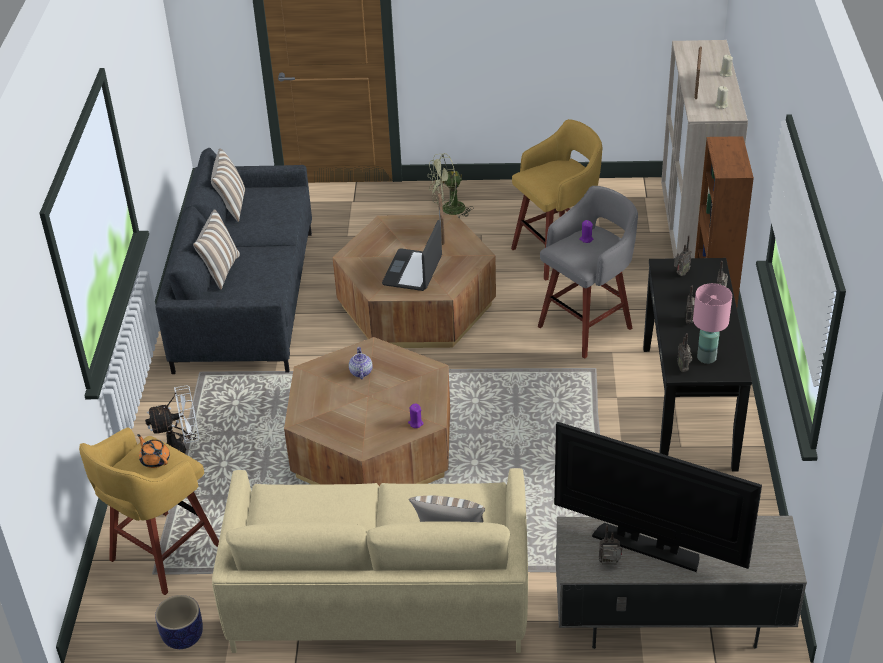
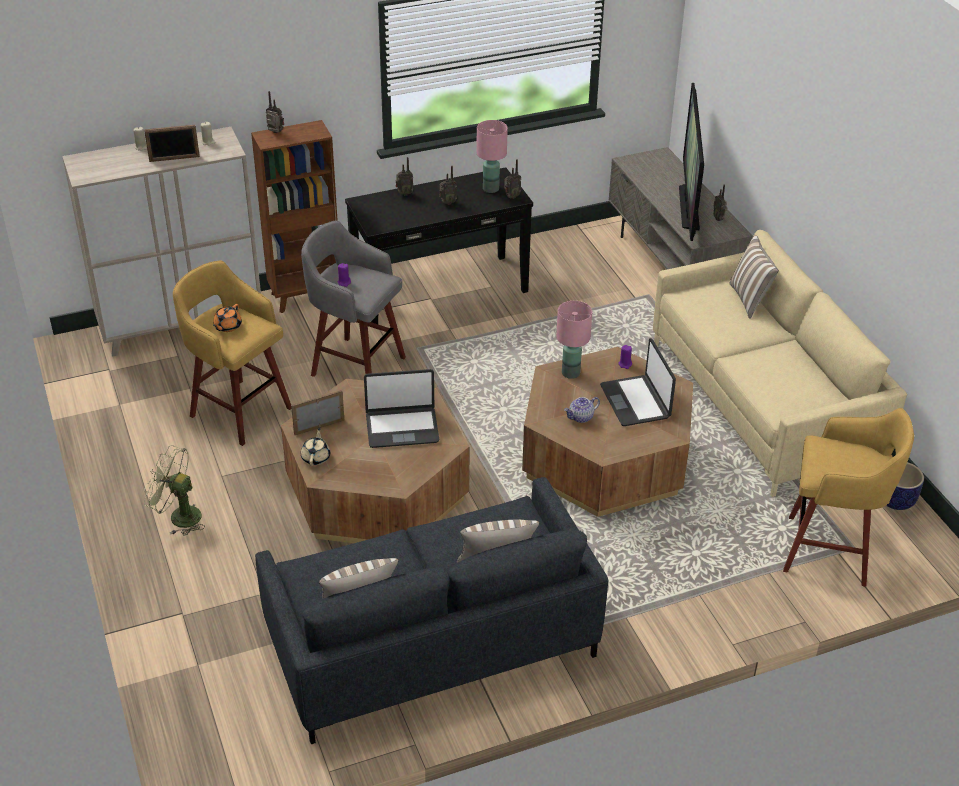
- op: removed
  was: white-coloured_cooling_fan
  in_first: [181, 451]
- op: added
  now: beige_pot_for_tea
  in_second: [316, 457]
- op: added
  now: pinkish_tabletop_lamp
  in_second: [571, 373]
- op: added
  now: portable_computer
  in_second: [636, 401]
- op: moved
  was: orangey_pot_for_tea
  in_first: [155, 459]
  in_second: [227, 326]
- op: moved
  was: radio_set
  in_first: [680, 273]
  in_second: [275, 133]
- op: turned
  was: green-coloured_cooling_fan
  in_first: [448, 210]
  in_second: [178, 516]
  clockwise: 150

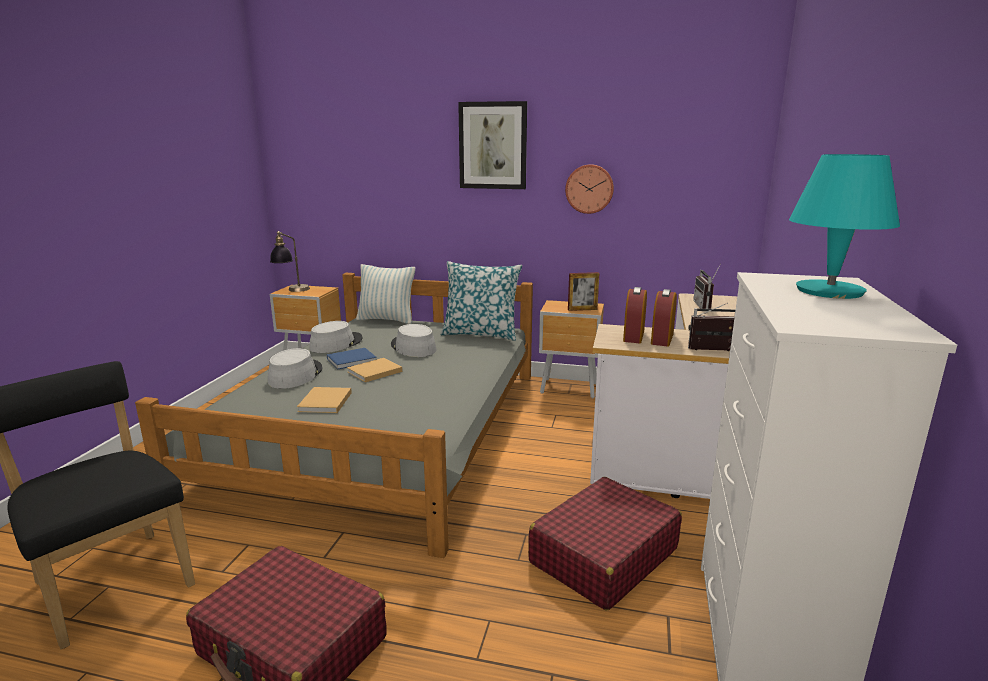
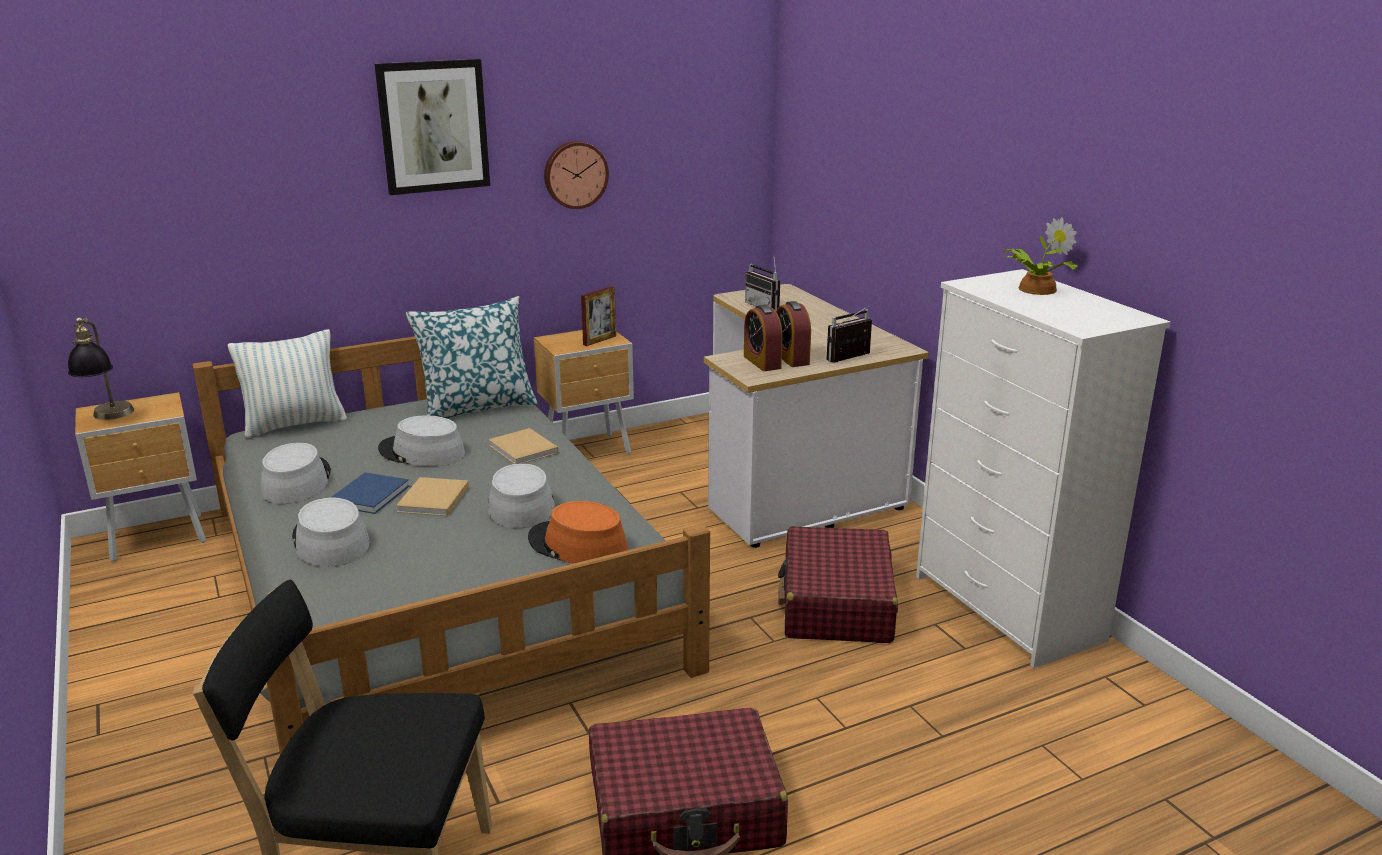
- op: added
  now: greyish_wearable_hat
  in_second: [520, 504]
- op: added
  now: orangey_wearable_hat
  in_second: [577, 545]
- op: moved
  was: beige_book
  in_first: [324, 403]
  in_second: [524, 450]
- op: replaced
  was: turquoise_tabletop_lamp
  now: plant_in_a_pot
  in_first: [829, 291]
  in_second: [1034, 289]

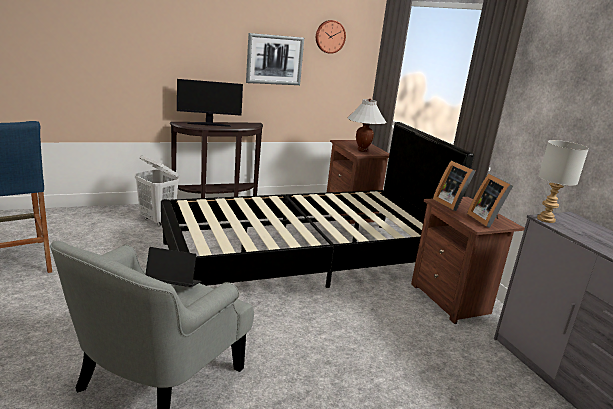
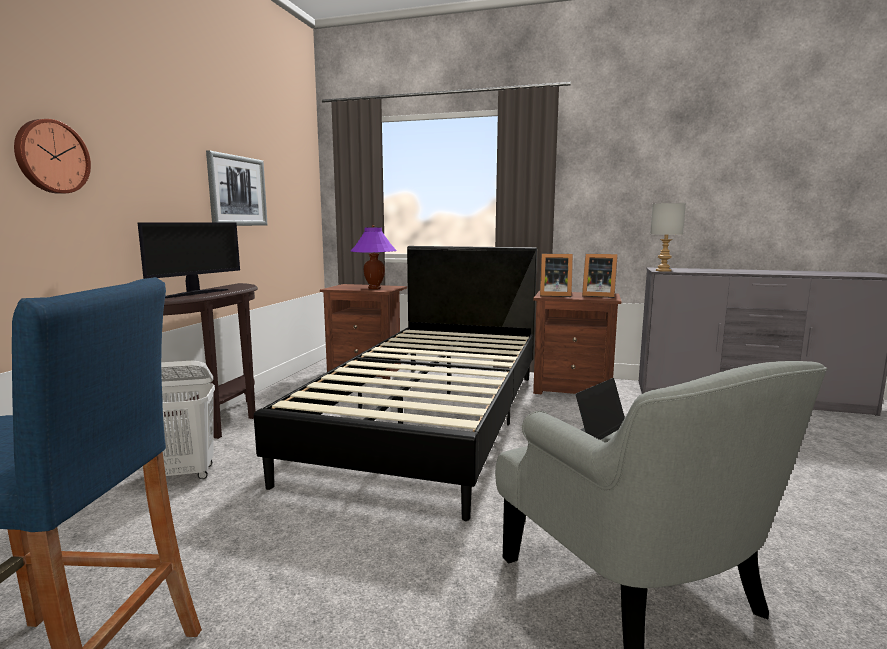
- op: moved
  was: clock_on_the_wall
  in_first: [330, 36]
  in_second: [51, 157]
- op: recoloured
  was: white-coloured_tabletop_lamp
  now: purplish_tabletop_lamp
  in_first: [362, 150]
  in_second: [374, 288]

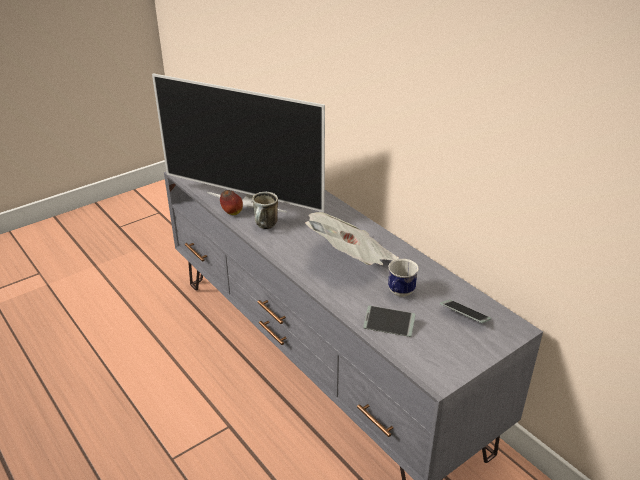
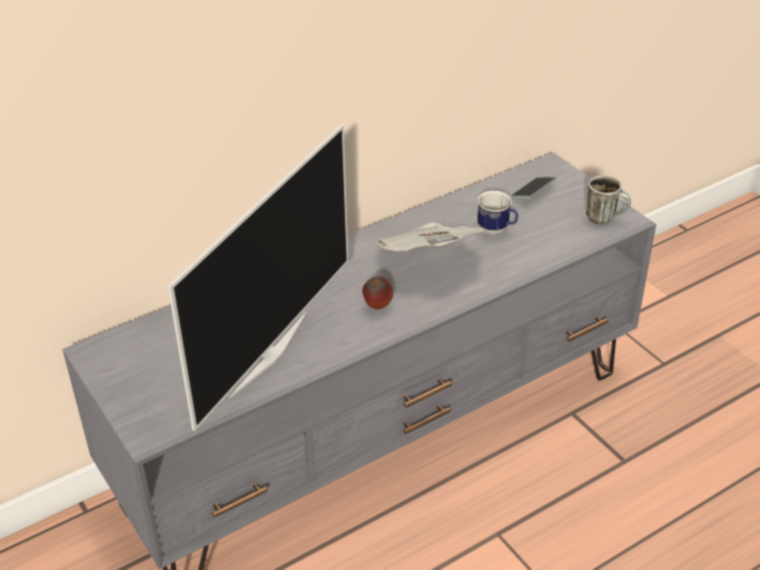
- op: removed
  was: phone
  in_first: [389, 325]
- op: moved
  was: apple_fruit
  in_first: [232, 213]
  in_second: [377, 307]
- op: moved
  was: coffee_mug
  in_first: [265, 227]
  in_second: [605, 218]

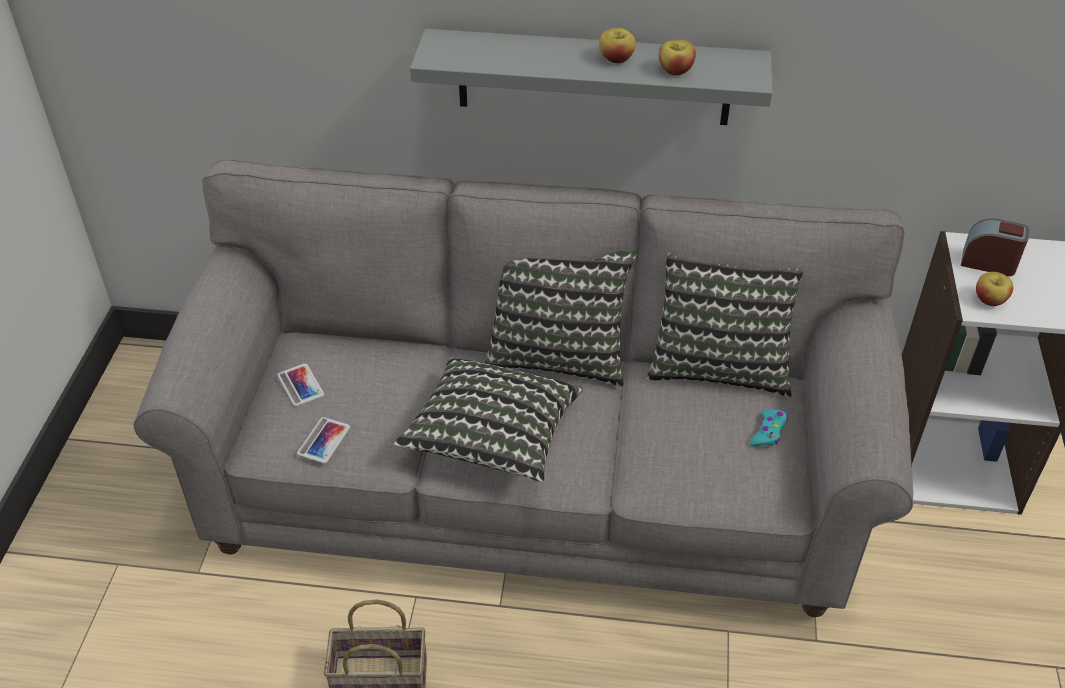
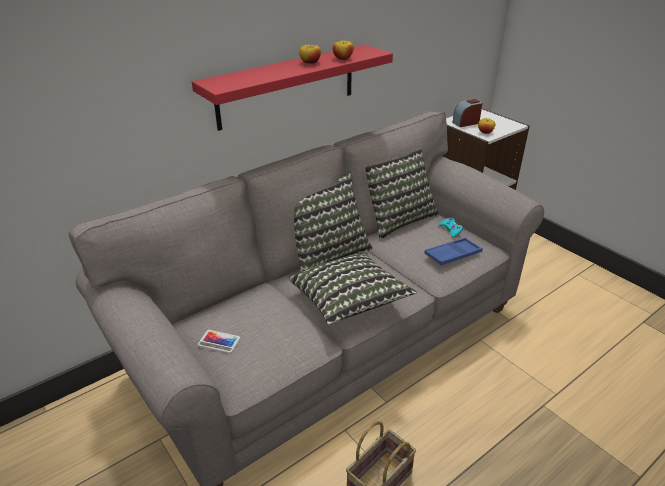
- op: removed
  was: phone
  in_first: [324, 440]
- op: added
  now: bluish_serving_tray
  in_second: [453, 255]
- op: recoloured
  was: greyish_shelf
  now: red_shelf
  in_first: [594, 77]
  in_second: [287, 86]

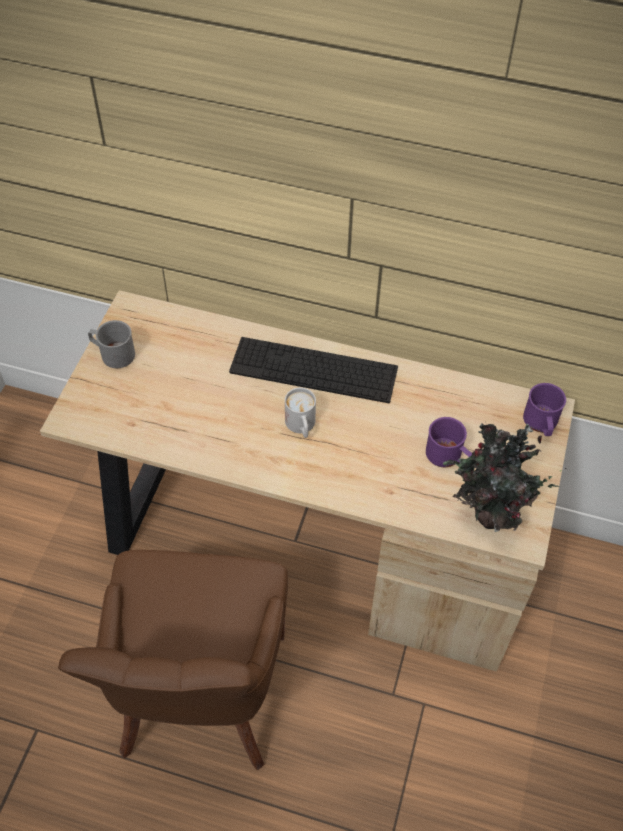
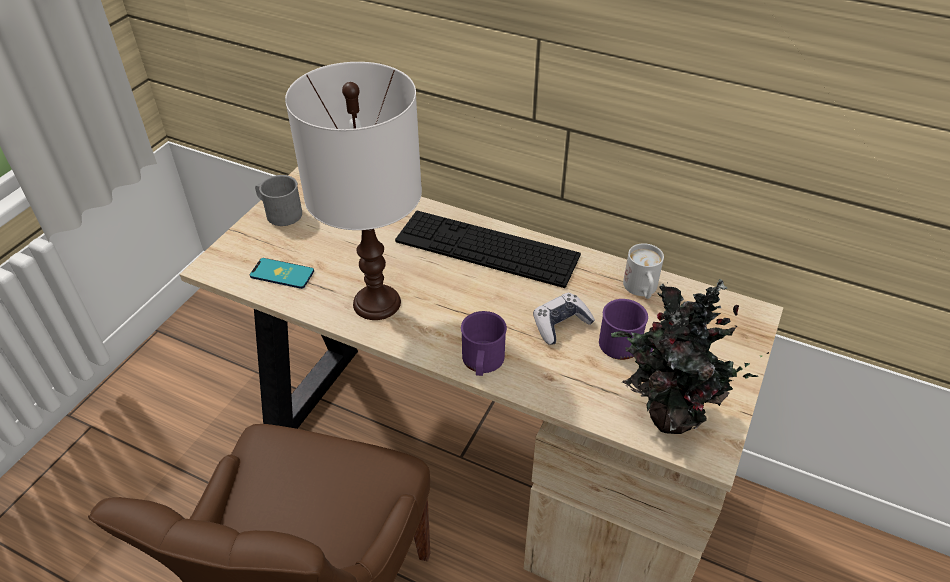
- op: added
  now: phone
  in_second: [282, 274]
- op: added
  now: white-coloured_tabletop_lamp
  in_second: [378, 302]
- op: added
  now: joypad
  in_second: [560, 324]
- op: moved
  was: white-coloured_coffee_mug
  in_first: [301, 427]
  in_second: [641, 290]
- op: moved
  was: purplish_coffee_mug
  in_first: [541, 423]
  in_second: [482, 363]

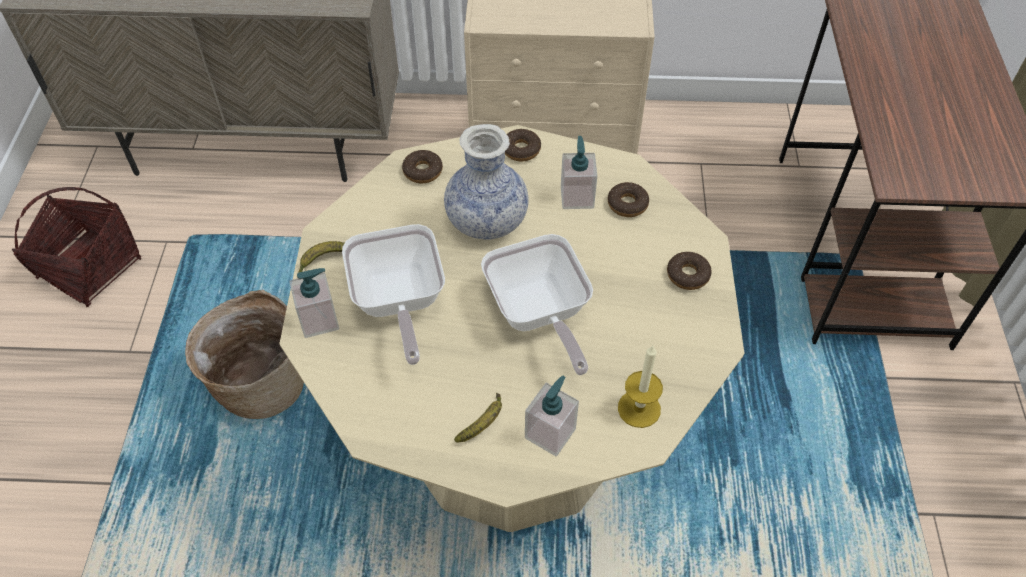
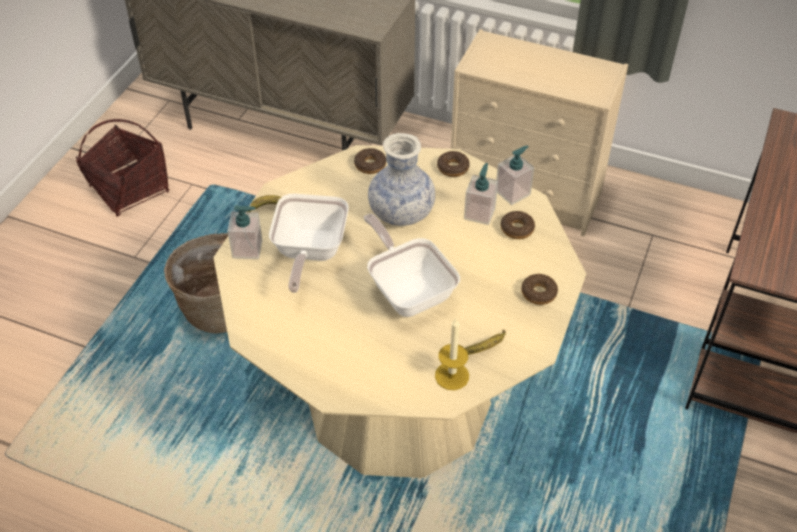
- op: moved
  was: banana_fruit
  in_first: [483, 423]
  in_second: [486, 347]
- op: moved
  was: soap_bottle
  in_first: [550, 433]
  in_second: [513, 193]
- op: turned
  was: skillet
  in_first: [539, 315]
  in_second: [408, 290]
  clockwise: 150

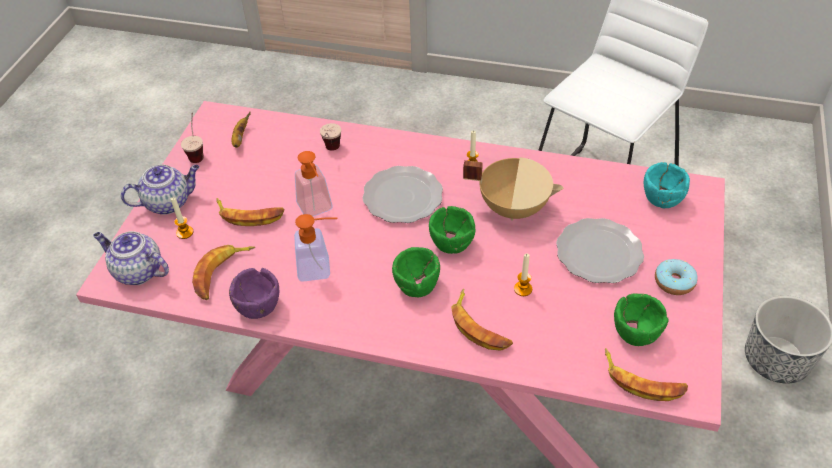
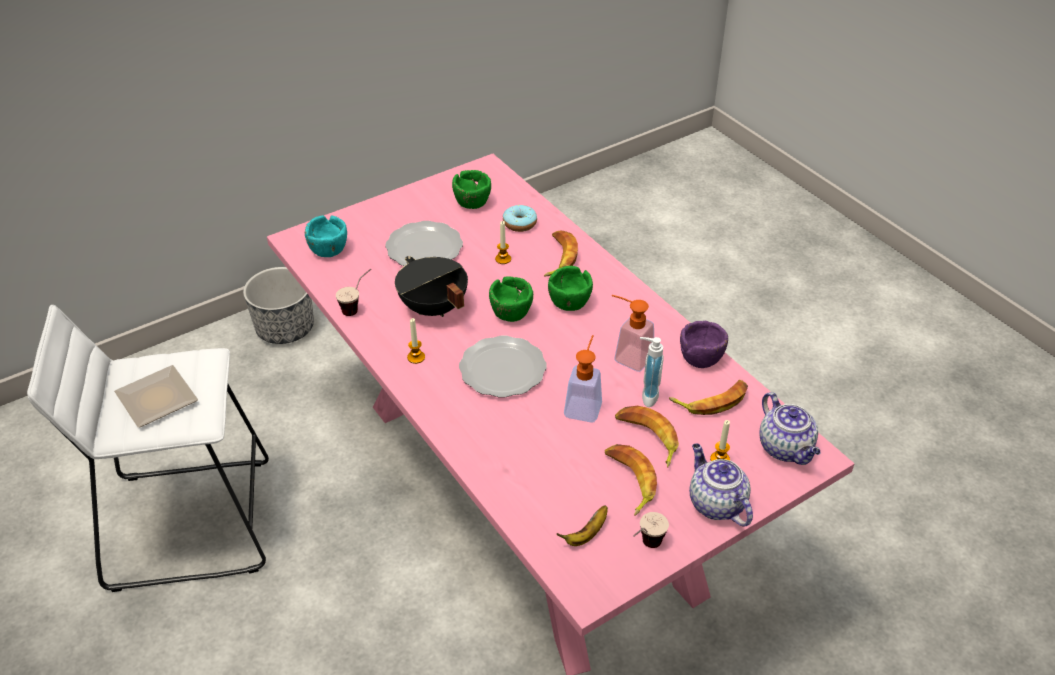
- op: added
  now: flat_dish
  in_second: [160, 399]
- op: added
  now: soap_bottle
  in_second: [646, 395]
- op: moved
  was: drinking_cup
  in_first: [331, 152]
  in_second: [357, 307]
- op: moved
  was: banana_fruit
  in_first: [642, 381]
  in_second: [629, 481]
- op: moved
  was: doughnut
  in_first: [674, 282]
  in_second: [519, 224]
- op: recoloured
  was: beige_stockpot
  now: black_stockpot
  in_first: [513, 207]
  in_second: [432, 308]
- op: turned
  was: pot_for_tea
  in_first: [169, 202]
  in_second: [715, 503]
  clockwise: 45

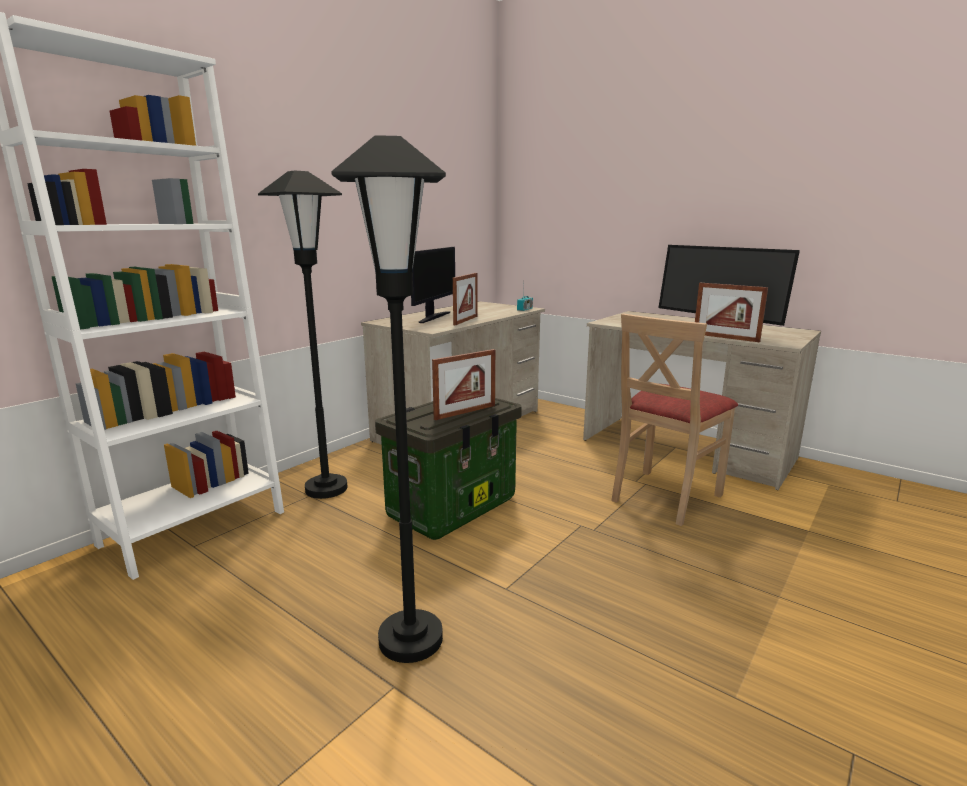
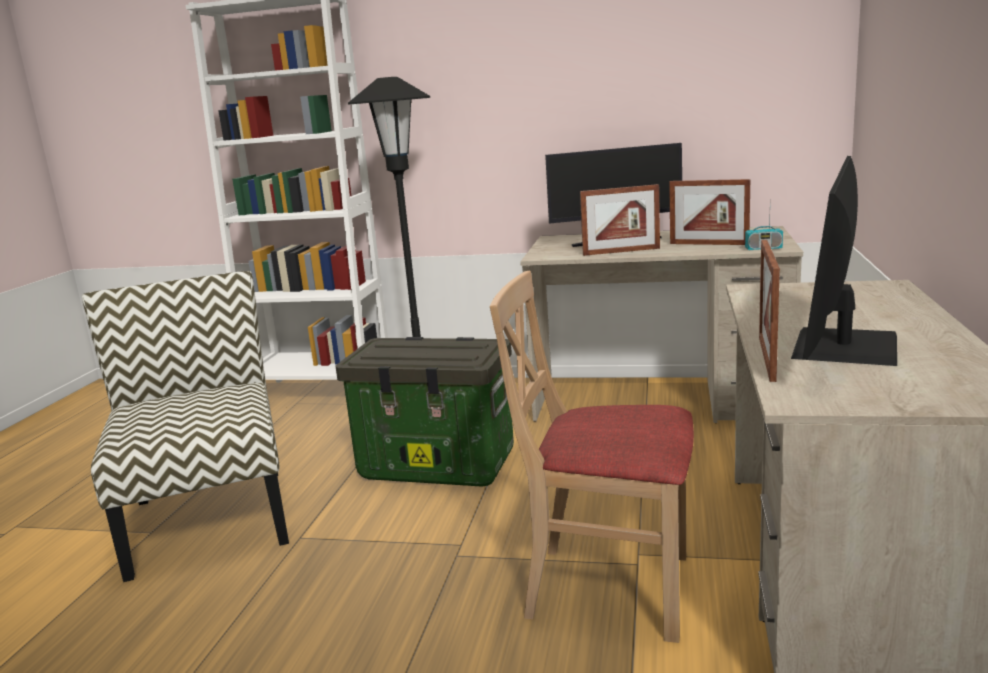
- op: moved
  was: picture_frame
  in_first: [465, 412]
  in_second: [708, 244]
- op: replaced
  was: black_standard_lamp
  now: chair
  in_first: [410, 638]
  in_second: [208, 519]

